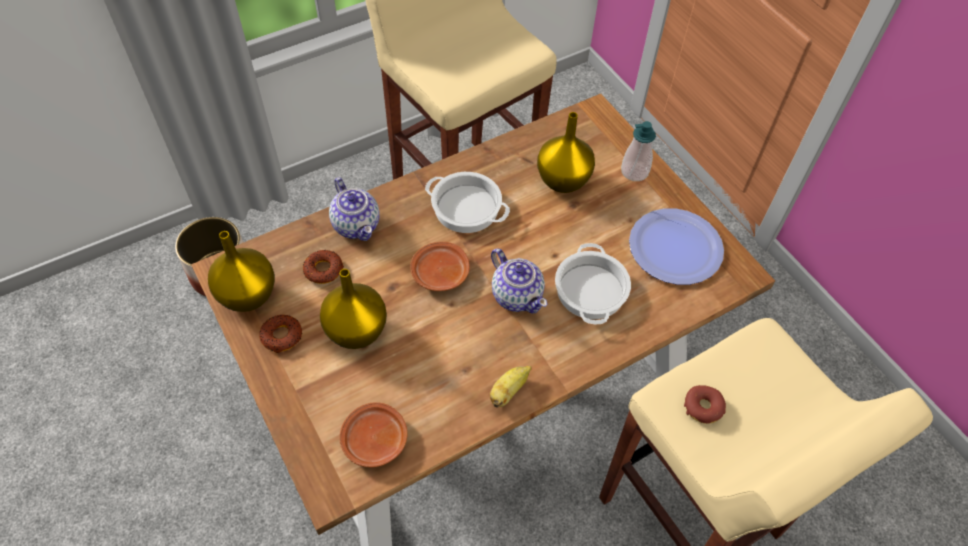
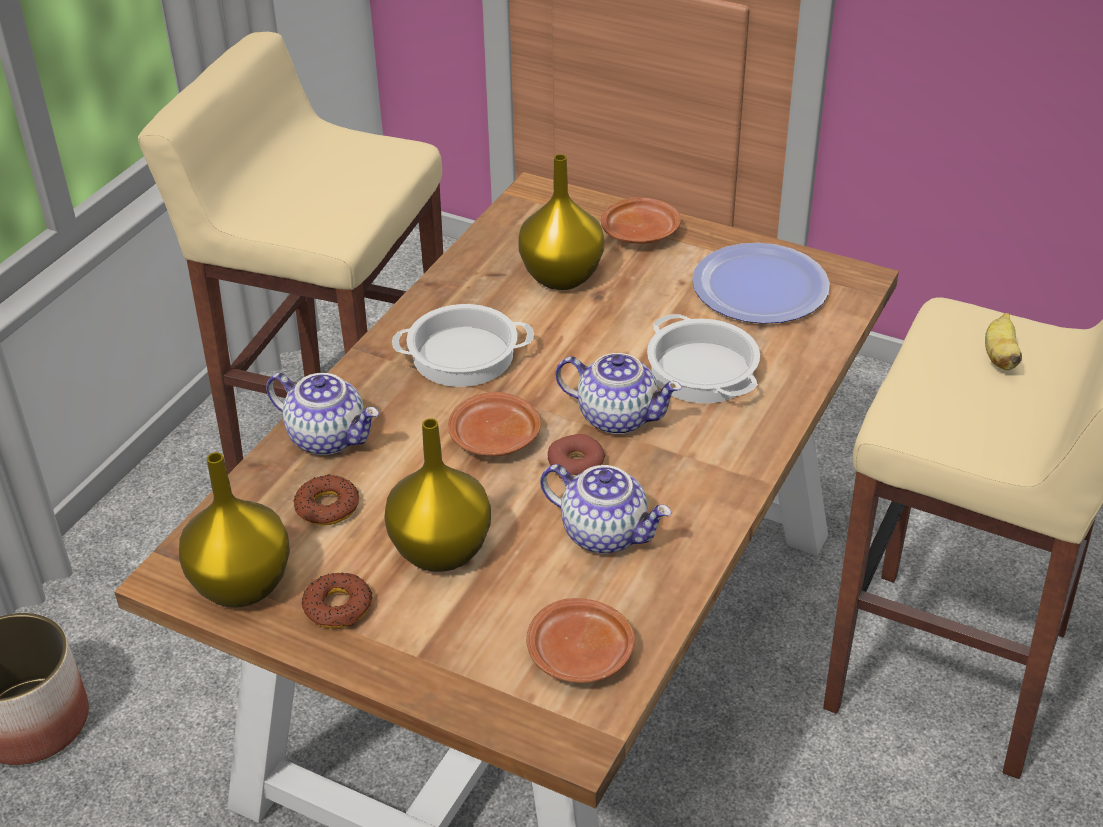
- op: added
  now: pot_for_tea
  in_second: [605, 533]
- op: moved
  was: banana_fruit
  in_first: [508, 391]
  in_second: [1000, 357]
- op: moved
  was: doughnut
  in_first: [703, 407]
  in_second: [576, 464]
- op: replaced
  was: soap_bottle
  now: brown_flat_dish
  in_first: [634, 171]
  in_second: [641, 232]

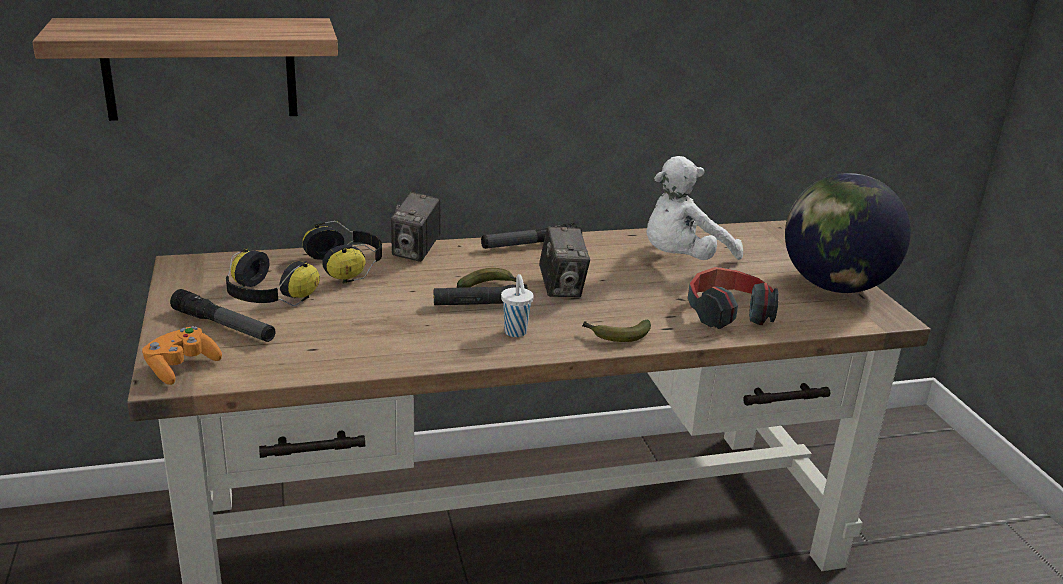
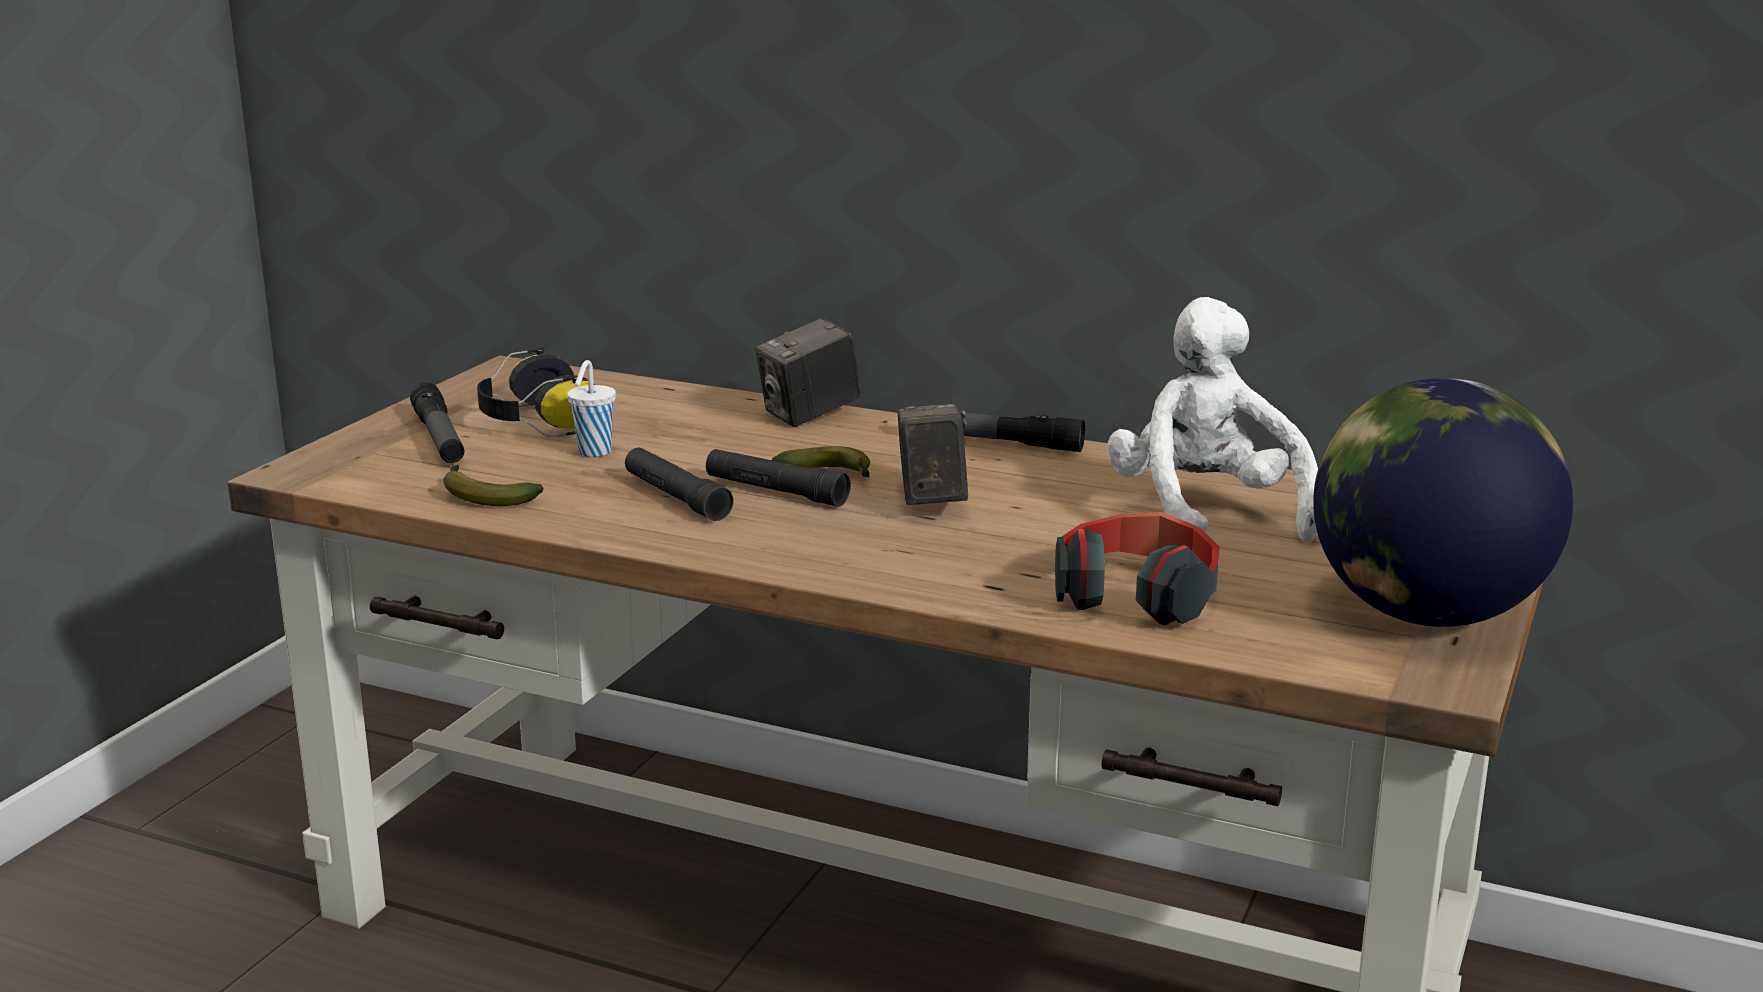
- op: removed
  was: shelf
  in_first: [200, 68]
- op: removed
  was: orangey_joypad
  in_first: [181, 368]
- op: removed
  was: headset
  in_first: [347, 266]
- op: added
  now: black_flashlight
  in_second: [676, 497]
- op: moved
  was: white-coloured_drinking_cup
  in_first: [516, 333]
  in_second: [593, 453]
- op: moved
  was: banana_fruit
  in_first: [616, 336]
  in_second: [484, 496]
- op: turned
  was: photo_camera
  in_first: [562, 288]
  in_second: [931, 501]
  clockwise: 150
- op: turned
  was: white-coloured_cuddly_toy
  in_first: [682, 260]
  in_second: [1204, 514]
  clockwise: 75

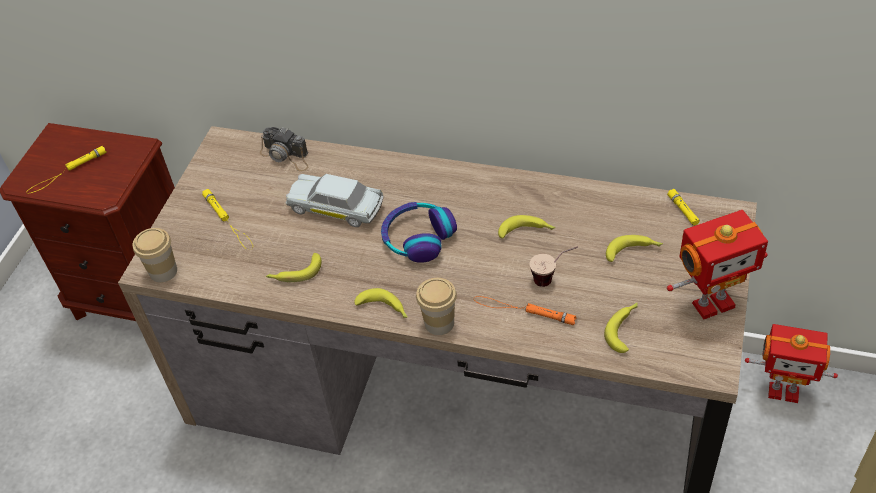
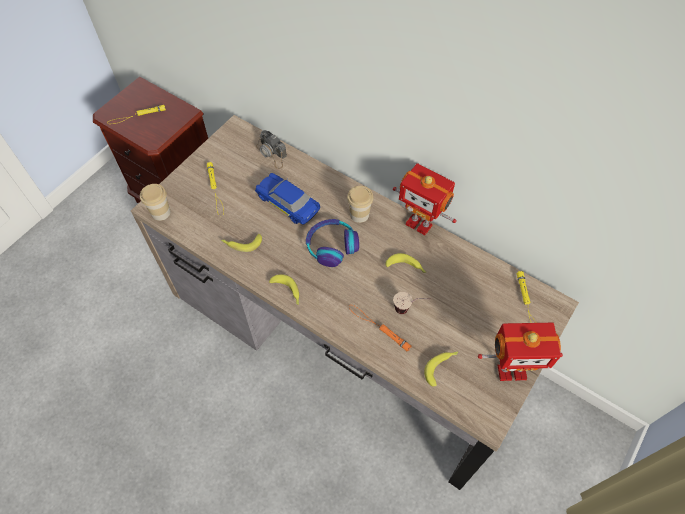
- op: removed
  was: banana_fruit
  in_first: [633, 251]
- op: moved
  was: drinking_cup
  in_first: [439, 323]
  in_second: [359, 214]
- op: moved
  was: model_robot
  in_first: [783, 391]
  in_second: [419, 223]
- op: recoloured
  was: white-coloured_toy_car
  now: bluish_toy_car
  in_first: [336, 208]
  in_second: [287, 204]

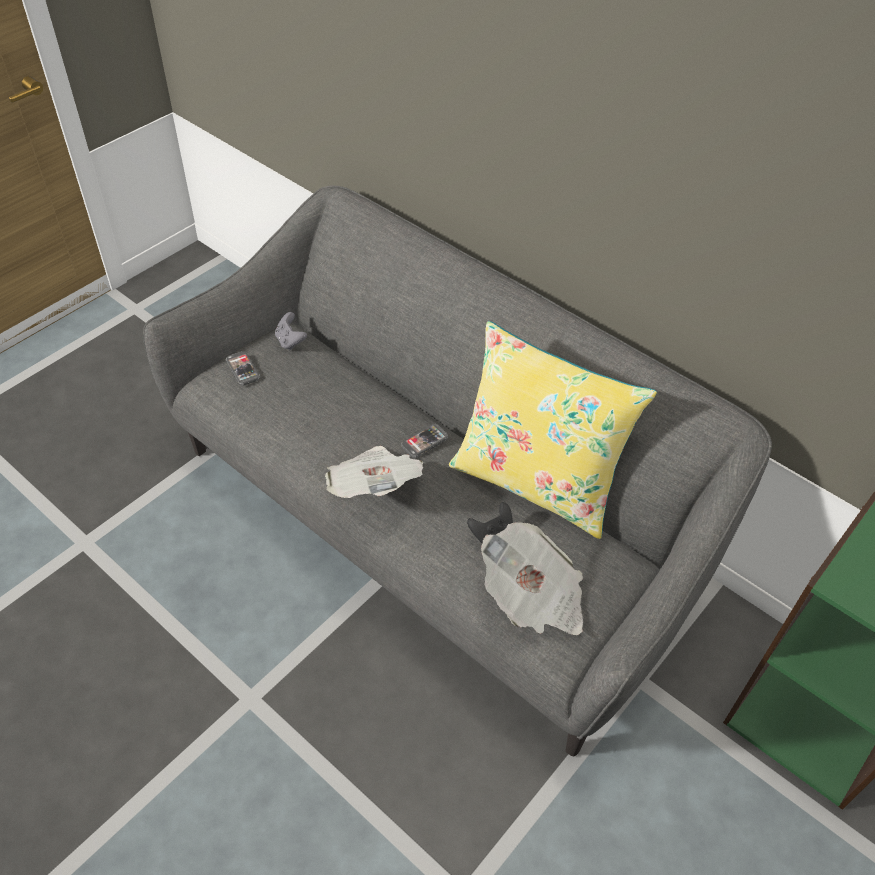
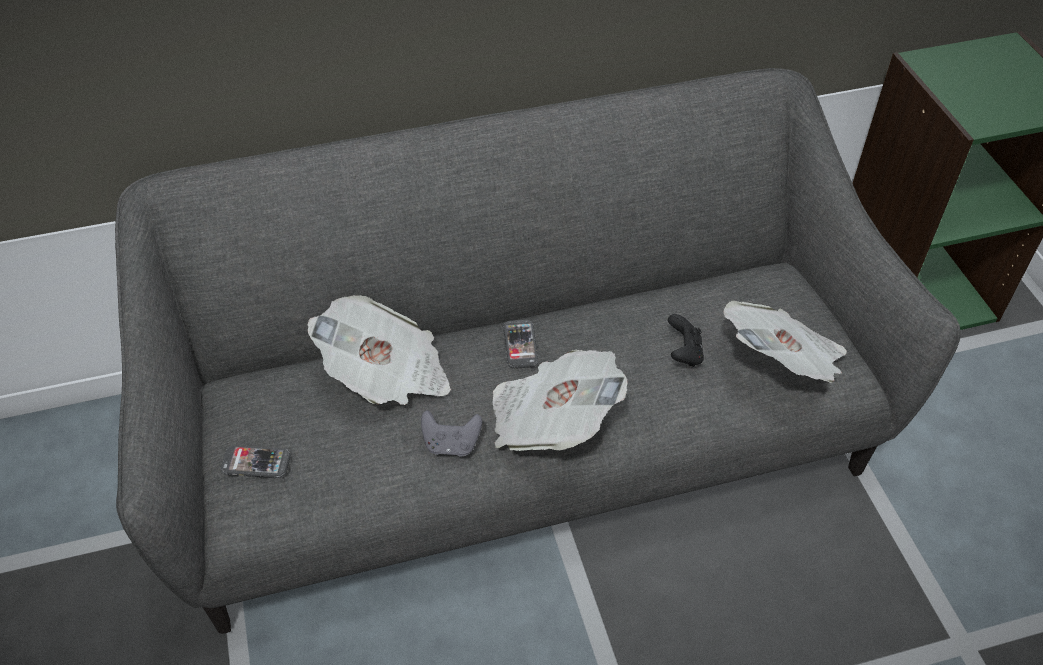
- op: removed
  was: yellow_cushion
  in_first: [536, 482]
- op: added
  now: newspaper
  in_second: [387, 375]
- op: moved
  was: greyish_joypad
  in_first: [290, 341]
  in_second: [451, 444]

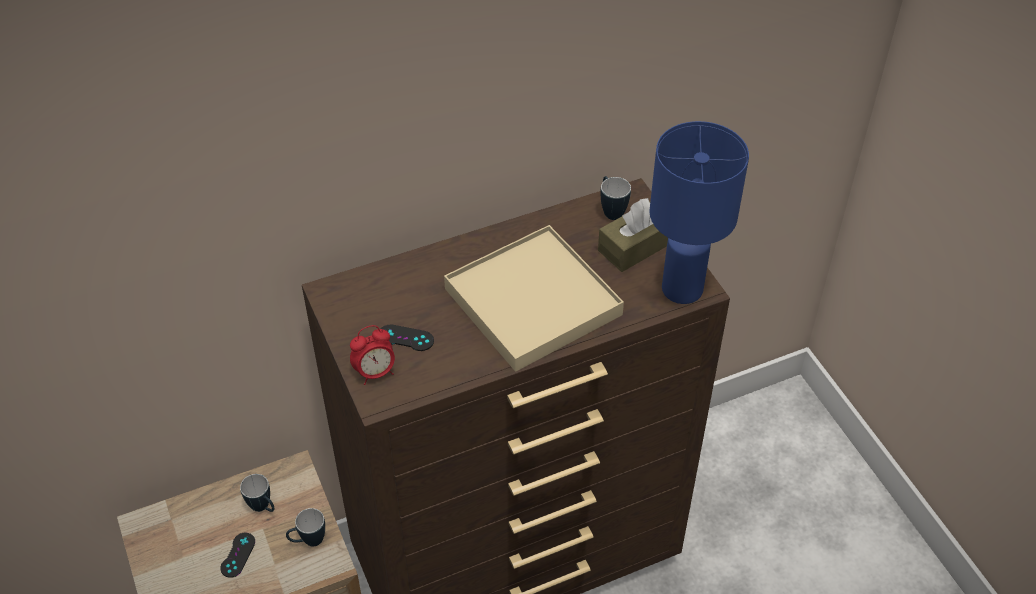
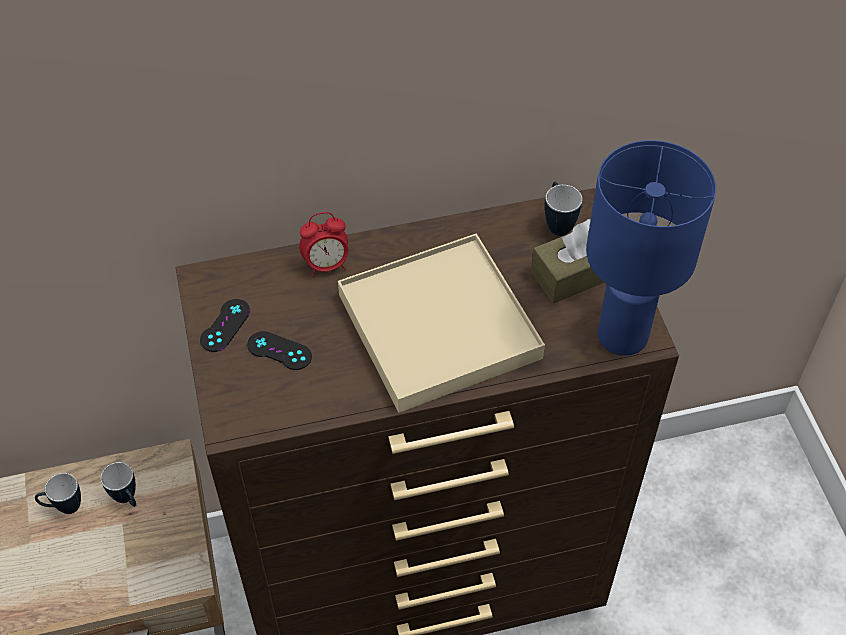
- op: moved
  was: black_joypad
  in_first: [238, 555]
  in_second: [225, 325]
- op: moved
  was: coffee_mug
  in_first: [308, 541]
  in_second: [64, 507]
- op: moved
  was: bedside_clock
  in_first: [375, 373]
  in_second: [326, 265]

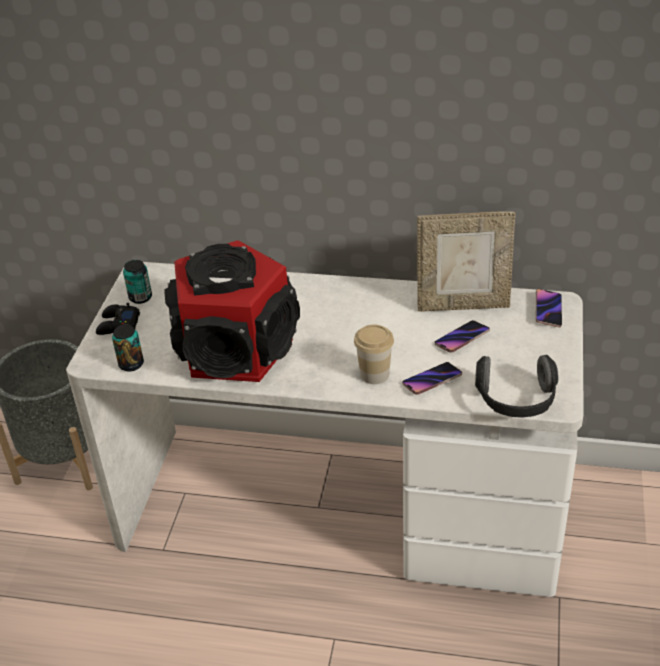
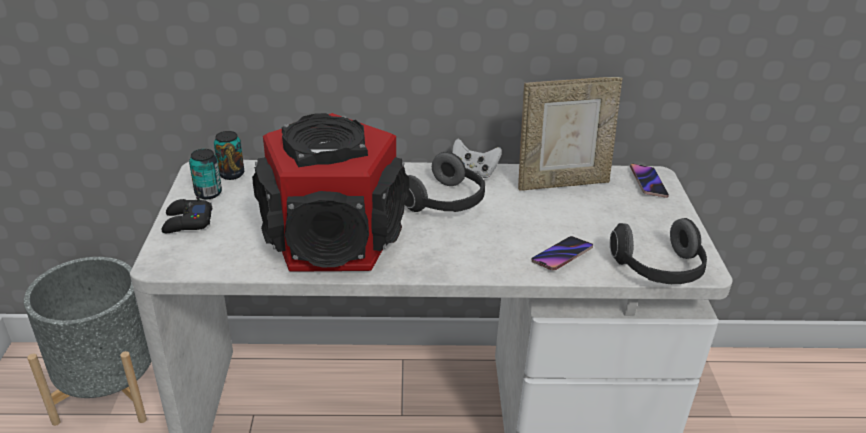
- op: removed
  was: drinking_cup
  in_first: [374, 374]
- op: removed
  was: phone
  in_first: [462, 339]
- op: added
  now: headset
  in_second: [445, 203]
- op: added
  now: white-coloured_joypad
  in_second: [473, 171]
- op: moved
  was: sealed_can
  in_first: [131, 364]
  in_second: [231, 174]

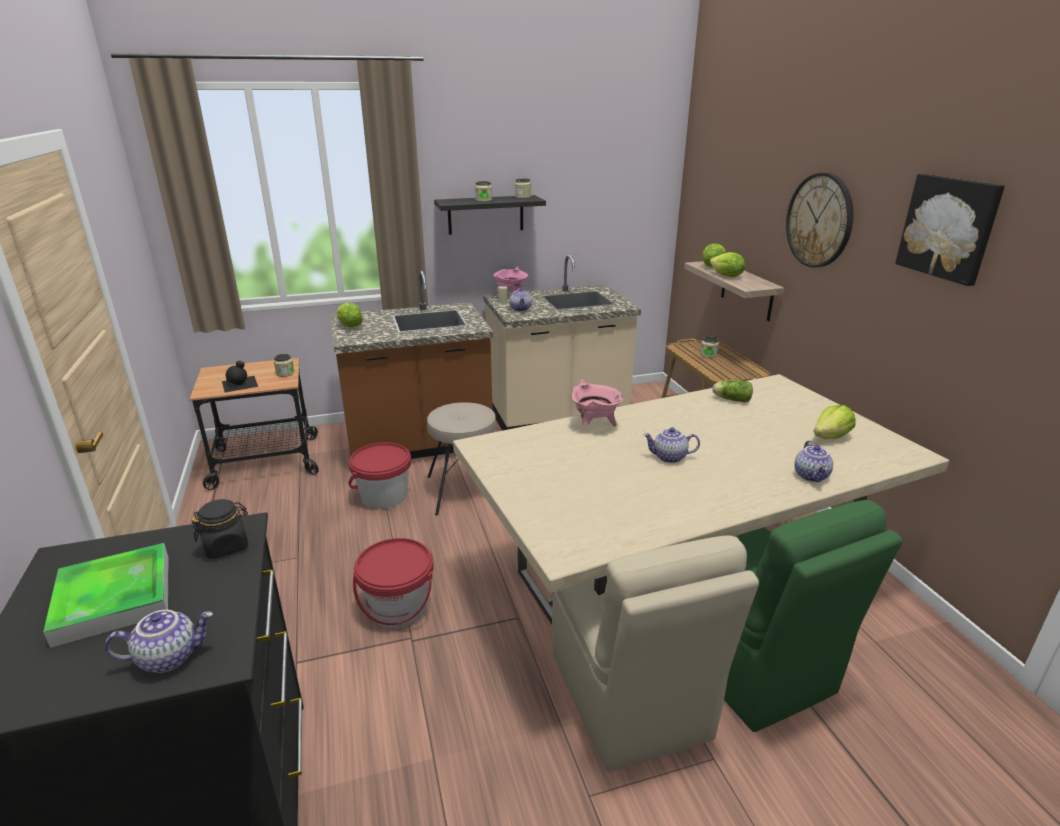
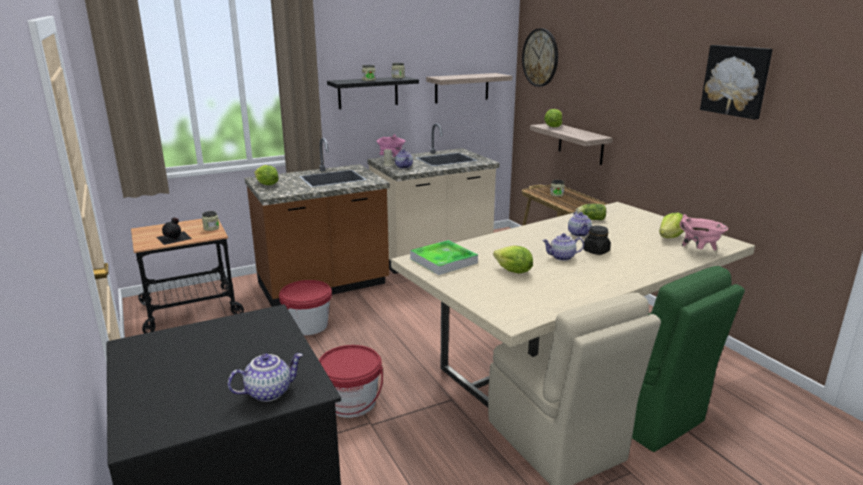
- op: removed
  was: beige_sitting_stool
  in_first: [465, 490]
- op: added
  now: shelf
  in_second: [462, 88]
- op: moved
  was: serving_tray
  in_first: [114, 598]
  in_second: [443, 261]
- op: moved
  was: black_storage_jar
  in_first: [226, 546]
  in_second: [596, 251]
- op: moved
  was: pinkish_stockpot
  in_first: [595, 425]
  in_second: [699, 251]
- op: moved
  was: lettuce
  in_first: [726, 276]
  in_second: [513, 271]
- op: moved
  was: clock_on_the_wall
  in_first: [819, 220]
  in_second: [540, 57]
- op: moved
  was: pot_for_tea
  in_first: [812, 476]
  in_second: [579, 234]

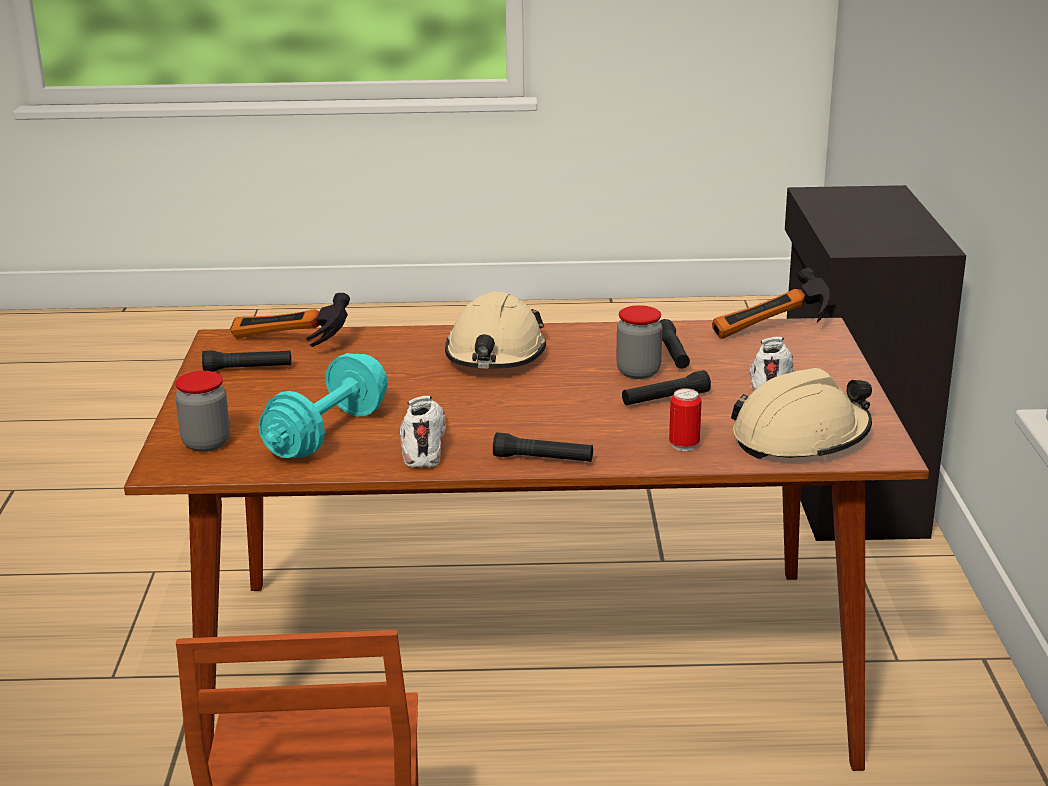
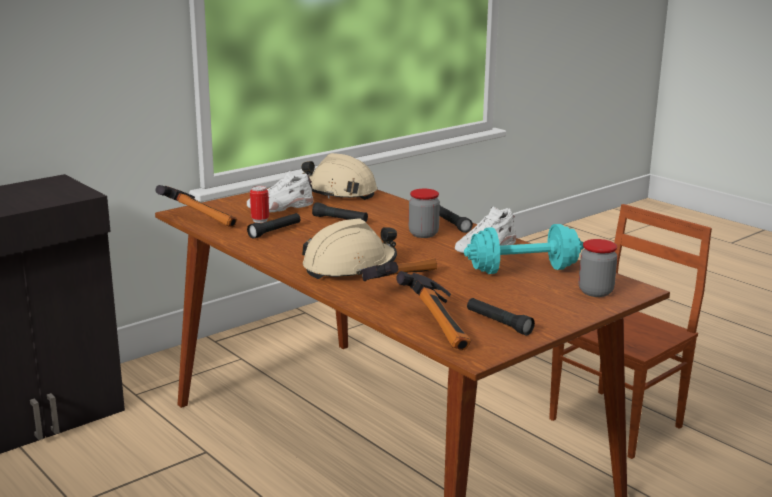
- op: added
  now: tool_hammer
  in_second: [397, 284]
- op: moved
  was: storage_jar
  in_first: [638, 372]
  in_second: [423, 234]
- op: moved
  was: sealed_can
  in_first: [684, 445]
  in_second: [260, 220]

